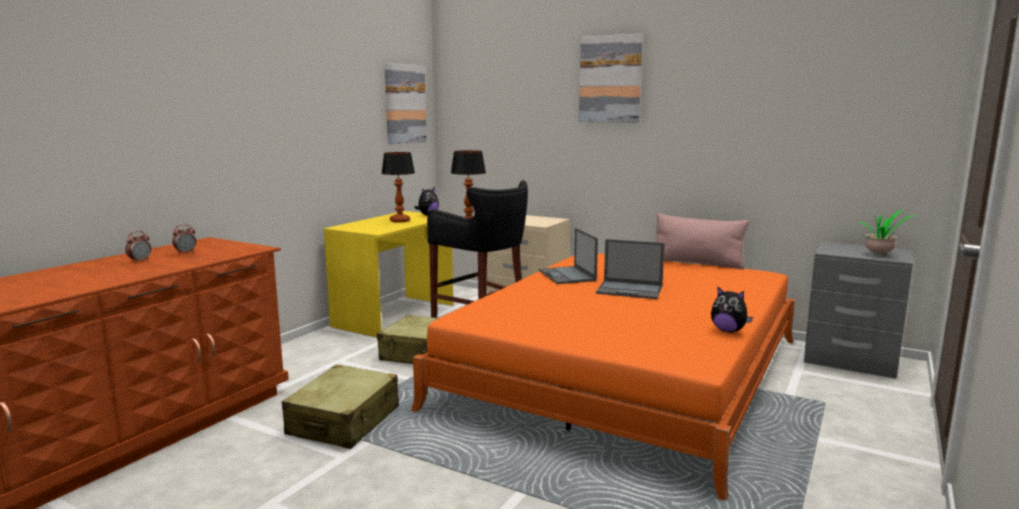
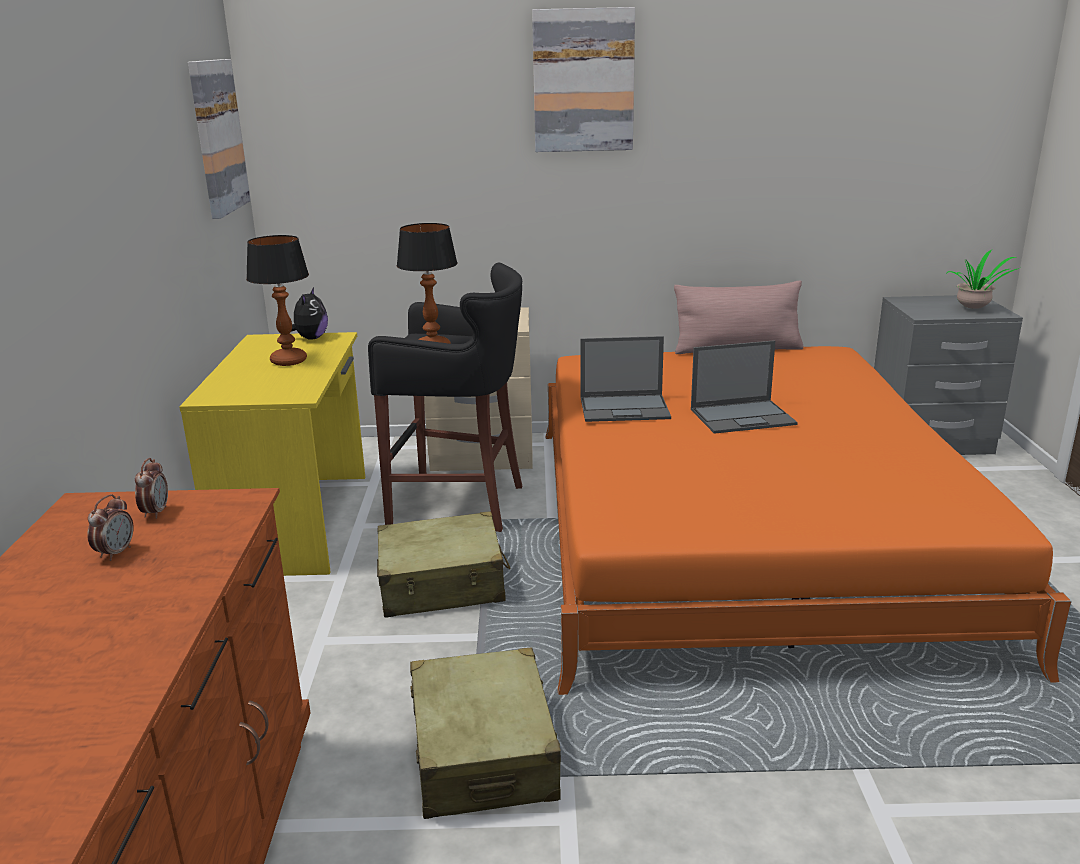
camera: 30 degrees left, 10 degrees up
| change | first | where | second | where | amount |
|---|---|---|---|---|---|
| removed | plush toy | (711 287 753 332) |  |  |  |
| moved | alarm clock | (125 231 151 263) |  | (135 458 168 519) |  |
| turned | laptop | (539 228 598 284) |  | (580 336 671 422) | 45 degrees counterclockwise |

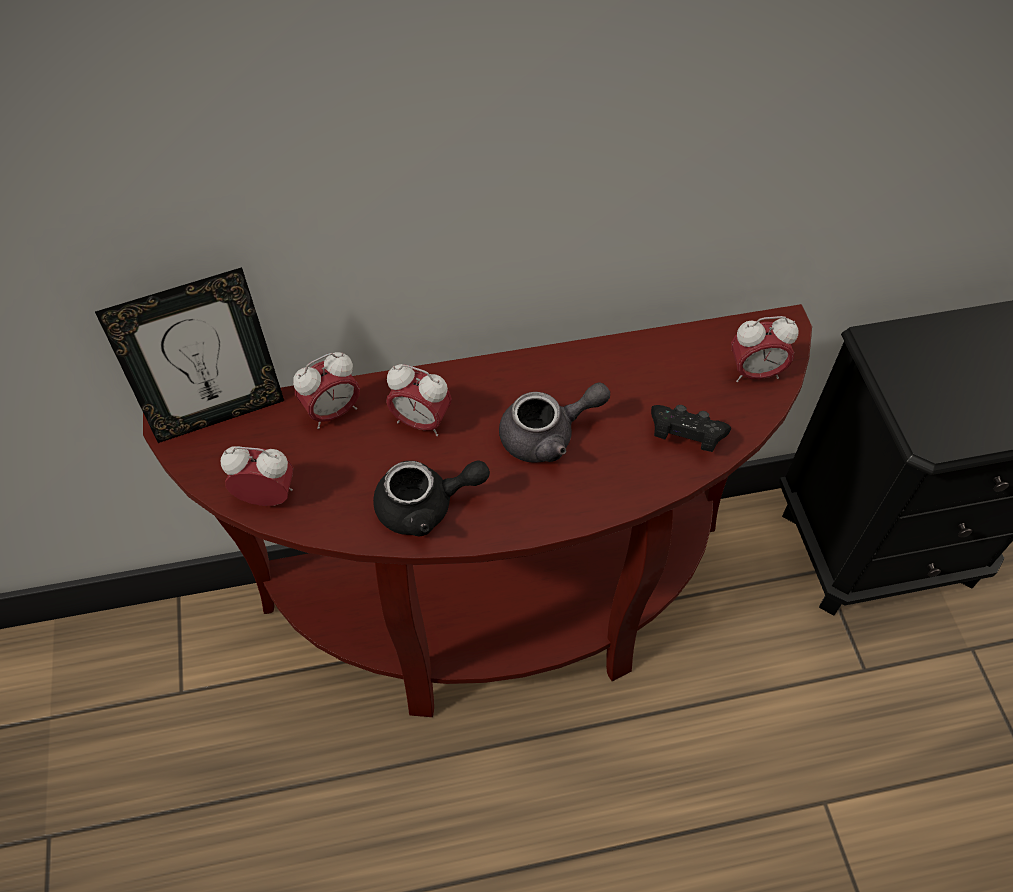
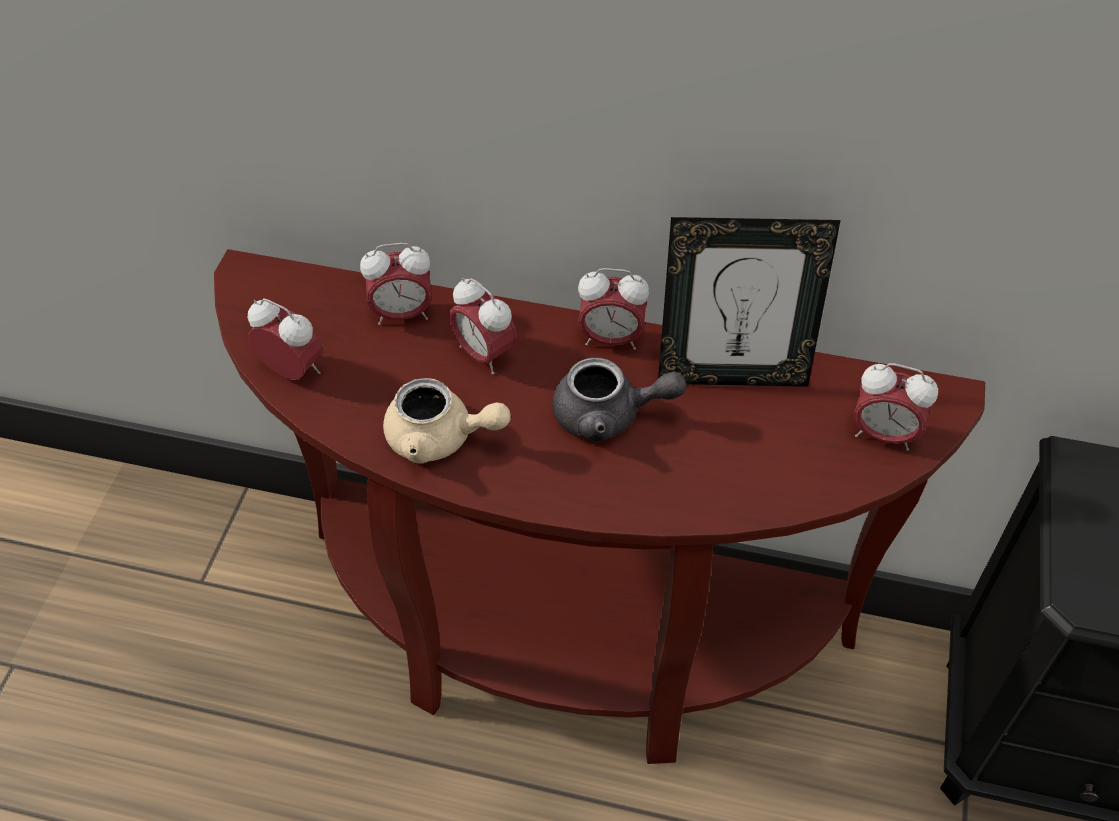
camera: 25 degrees right, 5 degrees down
| change | first | where | second | where | amount |
|---|---|---|---|---|---|
| removed | game controller (black) | (651 405 731 452) |  |  |  |
| added |  |  | alarm clock | (578 268 649 350) |  |
| moved | picture frame | (95 267 284 443) |  | (658 217 841 387) |  |
| recoloured | teapot (black) | (373 460 490 536) | teapot (beige) | (383 378 511 464) |  |

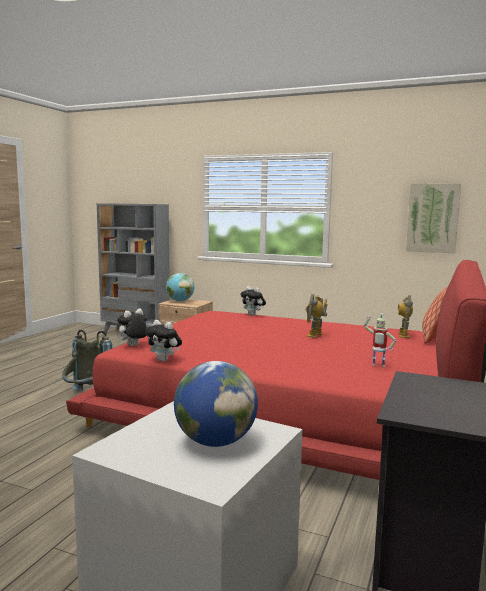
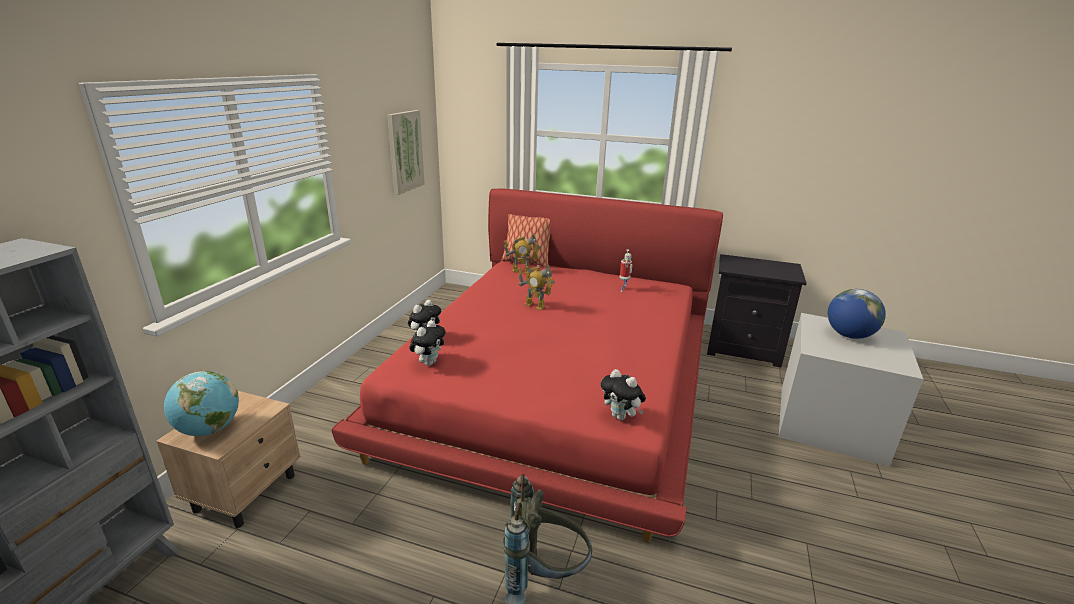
camera: 95 degrees left, 15 degrees up
| change | first | where | second | where | amount |
|---|---|---|---|---|---|
| moved | plush toy | (145 320 182 362) |  | (409 320 446 366) |  |

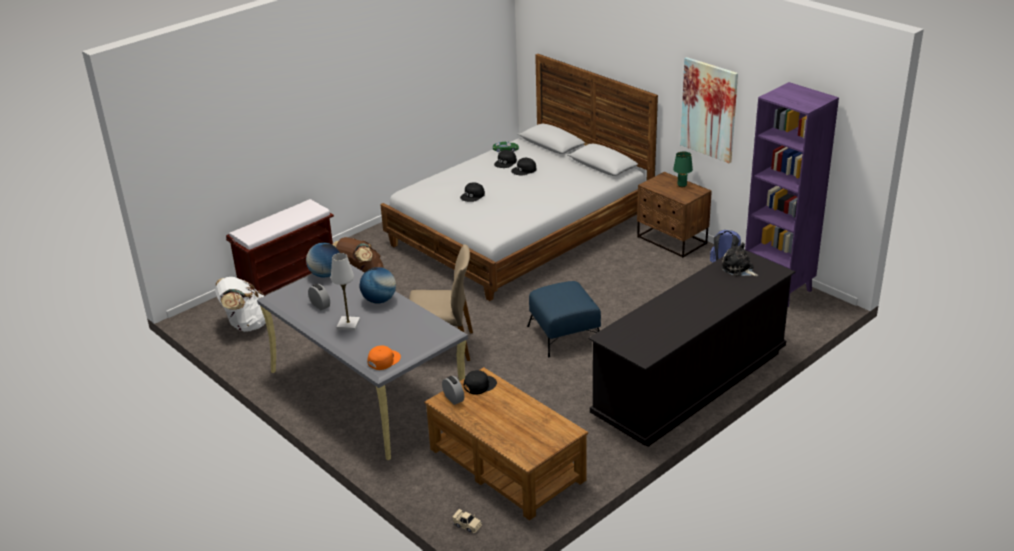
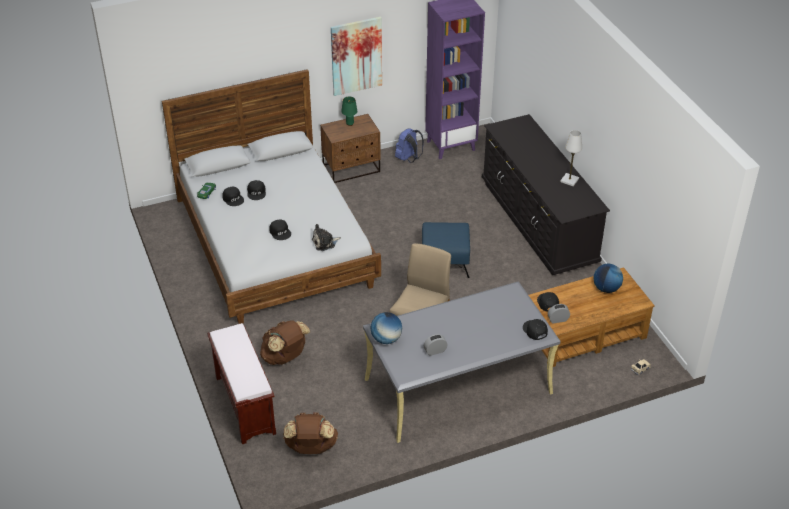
camera: 70 degrees left, 10 degrees up
| change | first | where | second | where | amount |
|---|---|---|---|---|---|
| moved | table lamp (white) | (331 253 360 331) |  | (560 130 582 186) |  |
| moved | globe | (359 267 396 303) |  | (593 264 623 293) |  |
| moved | plush toy | (721 242 758 276) |  | (312 224 341 251) |  |
| recoloured | backpack (white) | (215 277 266 332) | backpack (brown) | (283 412 338 454) |  |
| recoloured | cap (orange) | (368 345 401 370) | cap (black) | (523 319 548 340) |  |

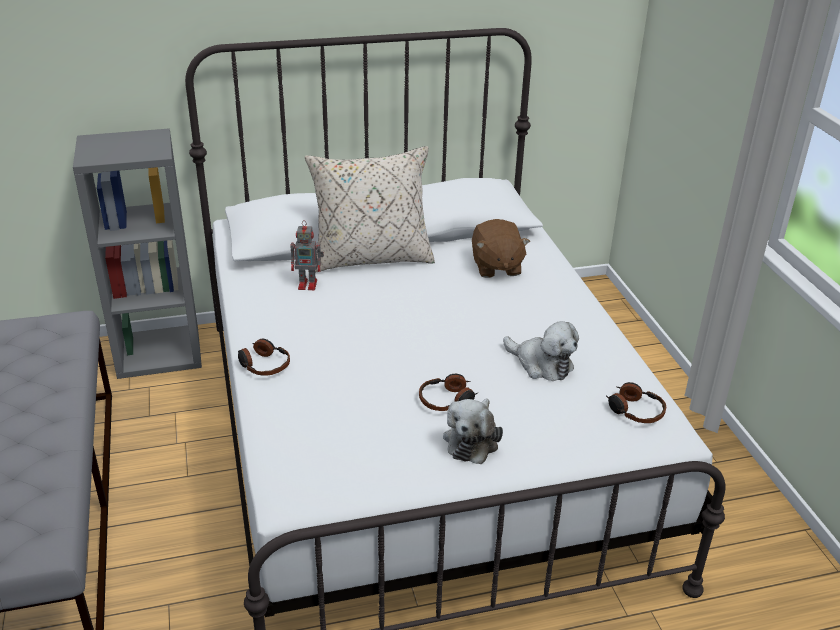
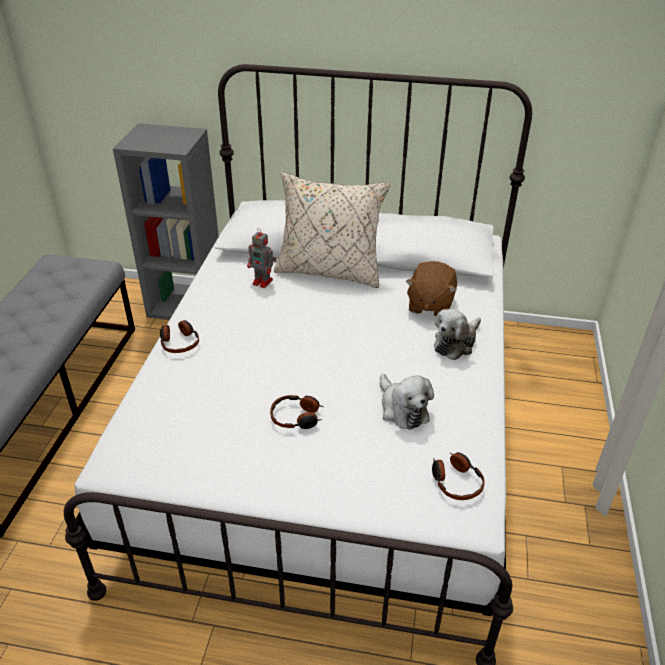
camera: 25 degrees right, 5 degrees up
| change | first | where | second | where | amount |
|---|---|---|---|---|---|
| moved | plush toy | (443 398 503 464) |  | (434 309 481 360) |  |

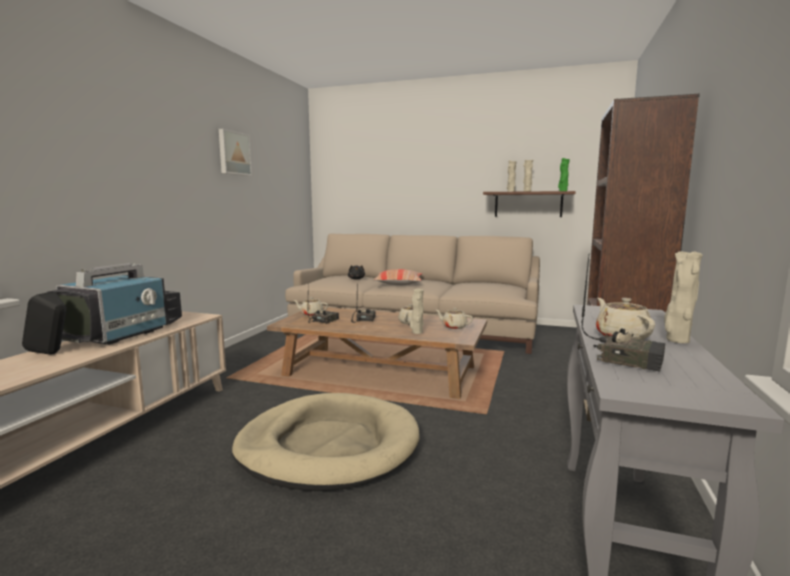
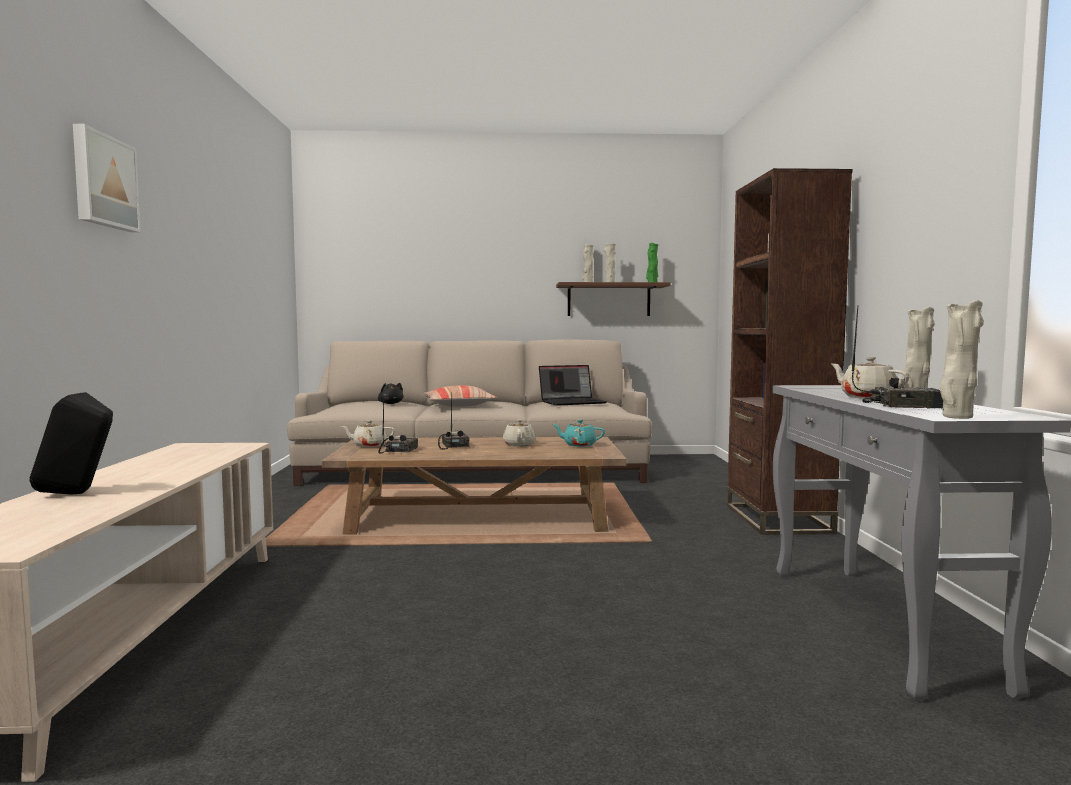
camera: 20 degrees left, 5 degrees down
| change | first | where | second | where | amount |
|---|---|---|---|---|---|
| removed | television | (47 263 182 345) |  |  |  |
| removed | dog bed (beige) | (232 393 420 491) |  |  |  |
| added |  |  | laptop | (539 365 607 406) |  |
| moved | picture | (219 129 252 176) |  | (73 124 141 232) |  |
| moved | vase (beige) | (410 288 424 334) |  | (940 300 984 419) |  |
| recoloured | teapot (beige) | (436 308 473 329) | teapot (turquoise) | (554 420 605 447) |  |

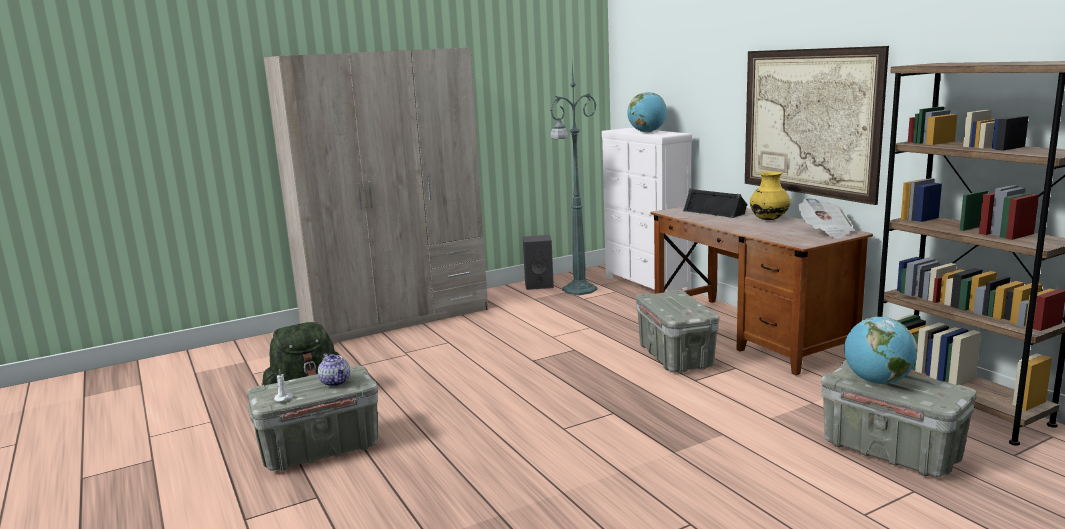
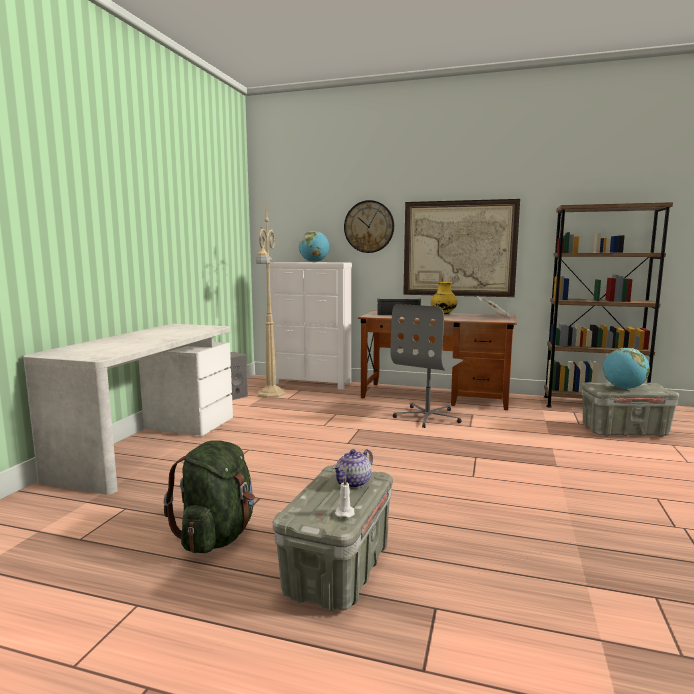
camera: 45 degrees left, 5 degrees down
| change | first | where | second | where | amount |
|---|---|---|---|---|---|
| added |  |  | wall clock | (344 200 394 253) |  |
| replaced | wardrobe (beige) | (264 47 488 343) | desk (white) | (23 324 233 495) |  |
| replaced | storage box (grey) | (635 290 720 373) | office chair (grey) | (390 304 464 428) |  |
| recoloured | floor lamp (green) | (550 64 598 295) | floor lamp (beige) | (256 205 285 398) |  |
| turned | teapot | (318 354 350 387) |  | (333 449 373 488) | 120 degrees clockwise |

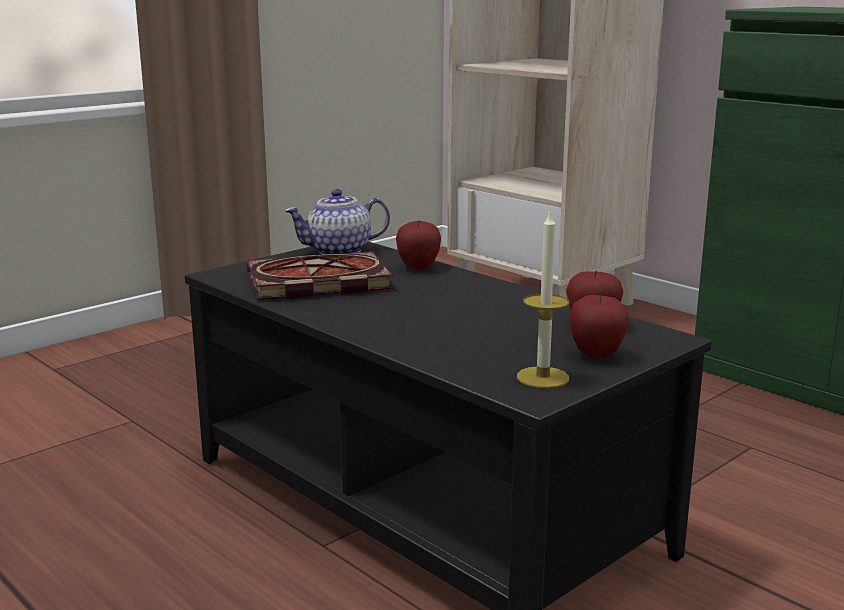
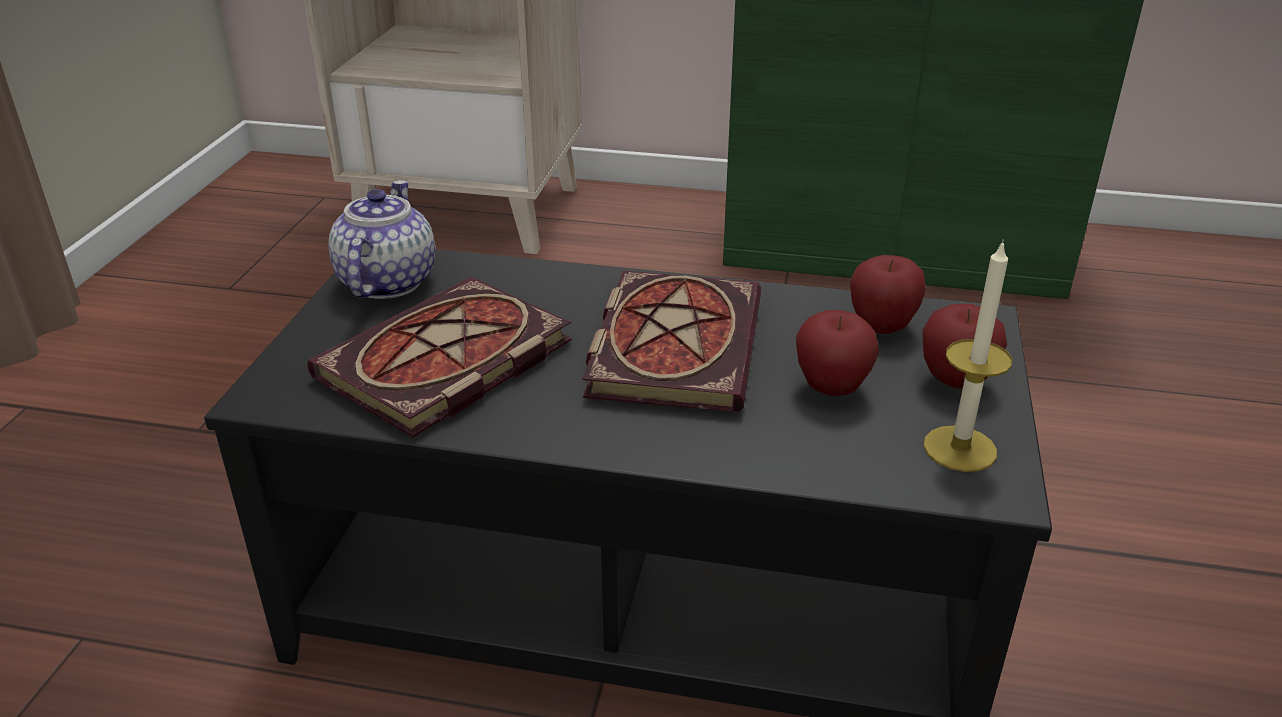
camera: 35 degrees left, 15 degrees up
| change | first | where | second | where | amount |
|---|---|---|---|---|---|
| added |  |  | book | (582 271 761 412) |  |
| moved | apple | (396 220 441 269) |  | (796 310 879 396) |  |
| turned | teapot | (284 189 390 255) |  | (329 180 435 299) | 150 degrees clockwise |

